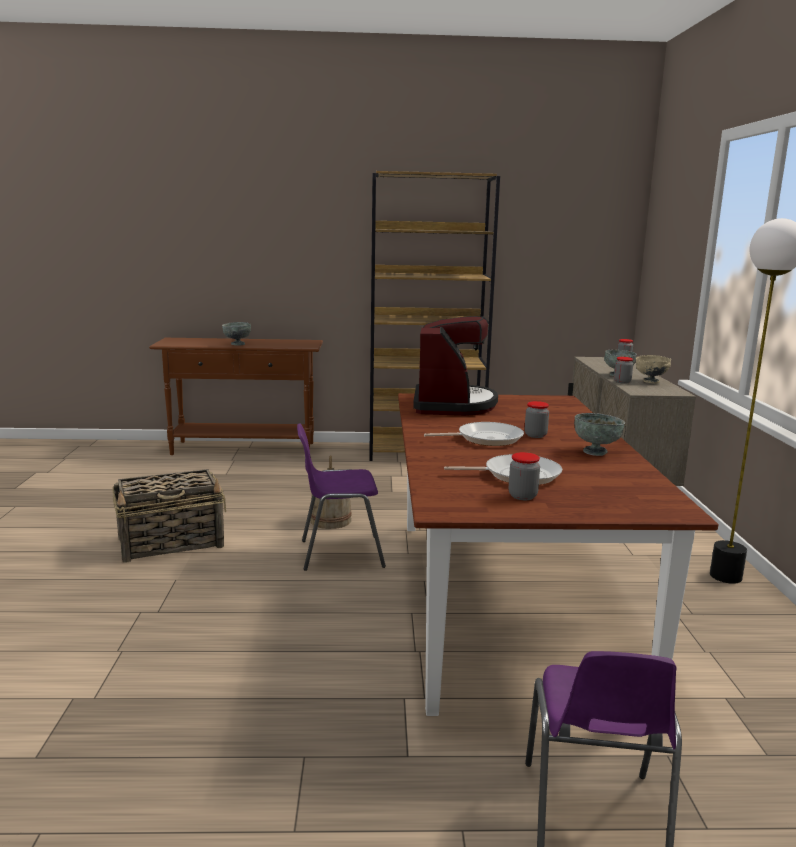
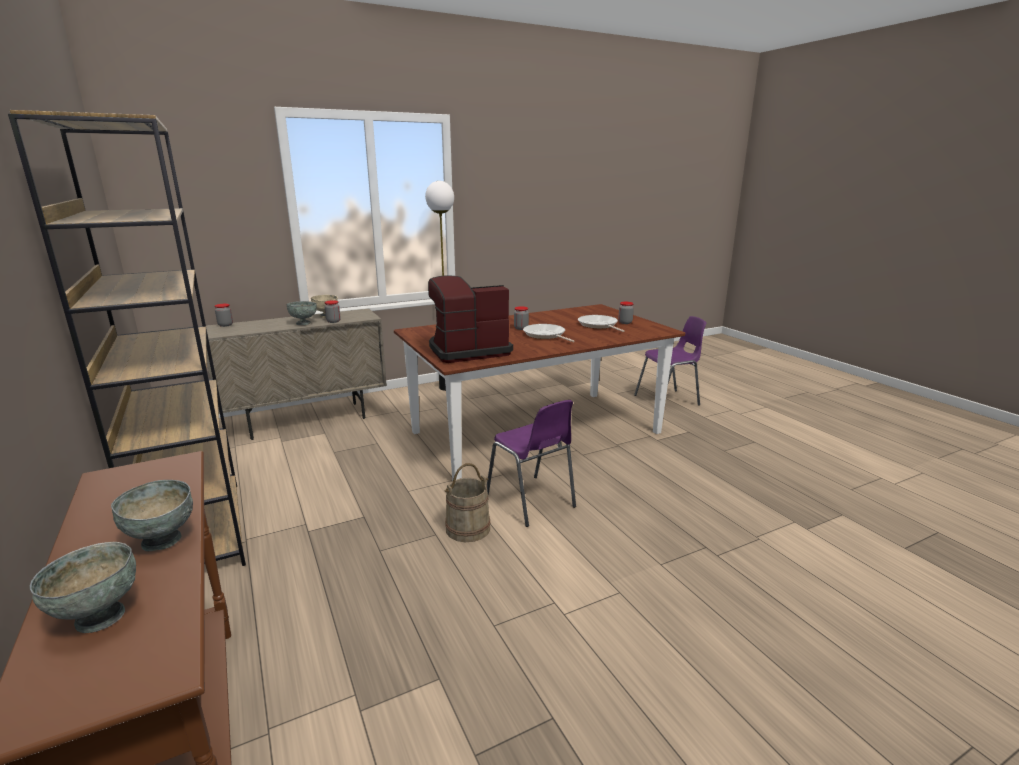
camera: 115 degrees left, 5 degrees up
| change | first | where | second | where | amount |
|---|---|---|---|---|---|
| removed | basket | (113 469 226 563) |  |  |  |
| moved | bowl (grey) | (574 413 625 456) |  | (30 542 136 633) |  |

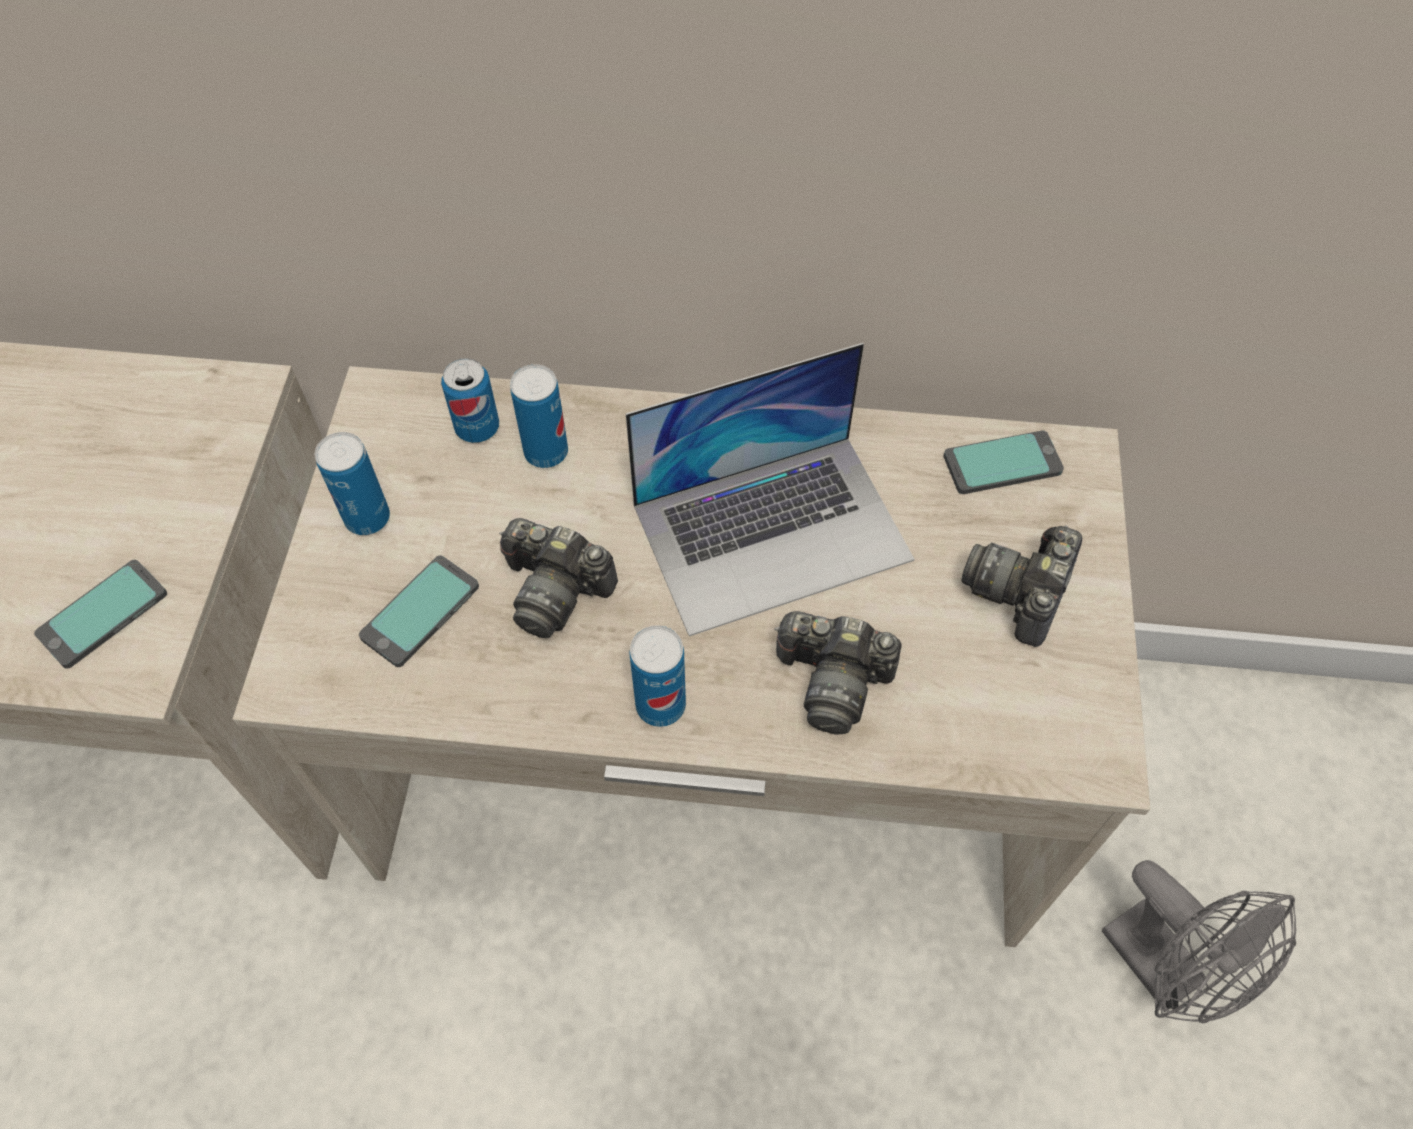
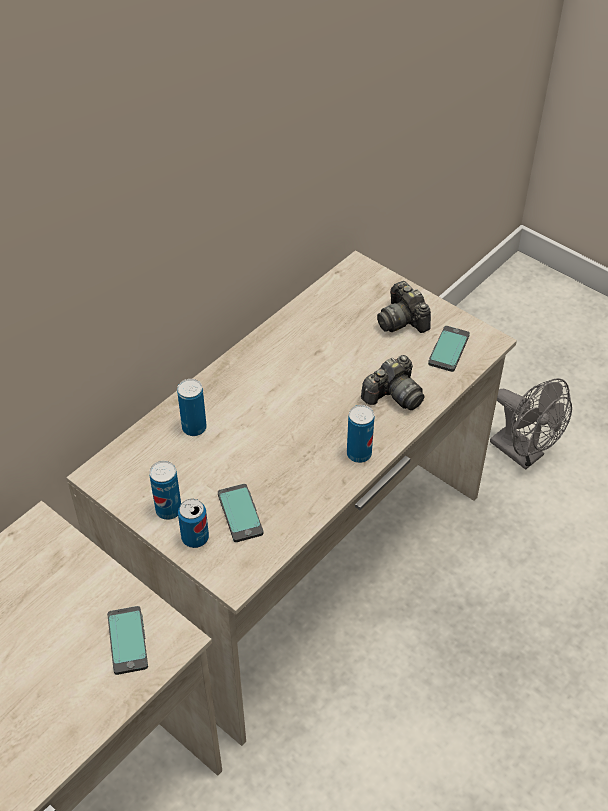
camera: 55 degrees left, 10 degrees down
| change | first | where | second | where | amount |
|---|---|---|---|---|---|
| removed | photo camera | (499 518 618 638) |  |  |  |
| removed | laptop | (626 343 915 636) |  |  |  |
| moved | can | (441 358 499 443) |  | (178 499 209 548) |  |
| moved | phone | (943 430 1064 494) |  | (428 326 470 372) |  |
| turned | fan (grey) | (1102 860 1296 1023) |  | (490 378 572 470) | 45 degrees clockwise |

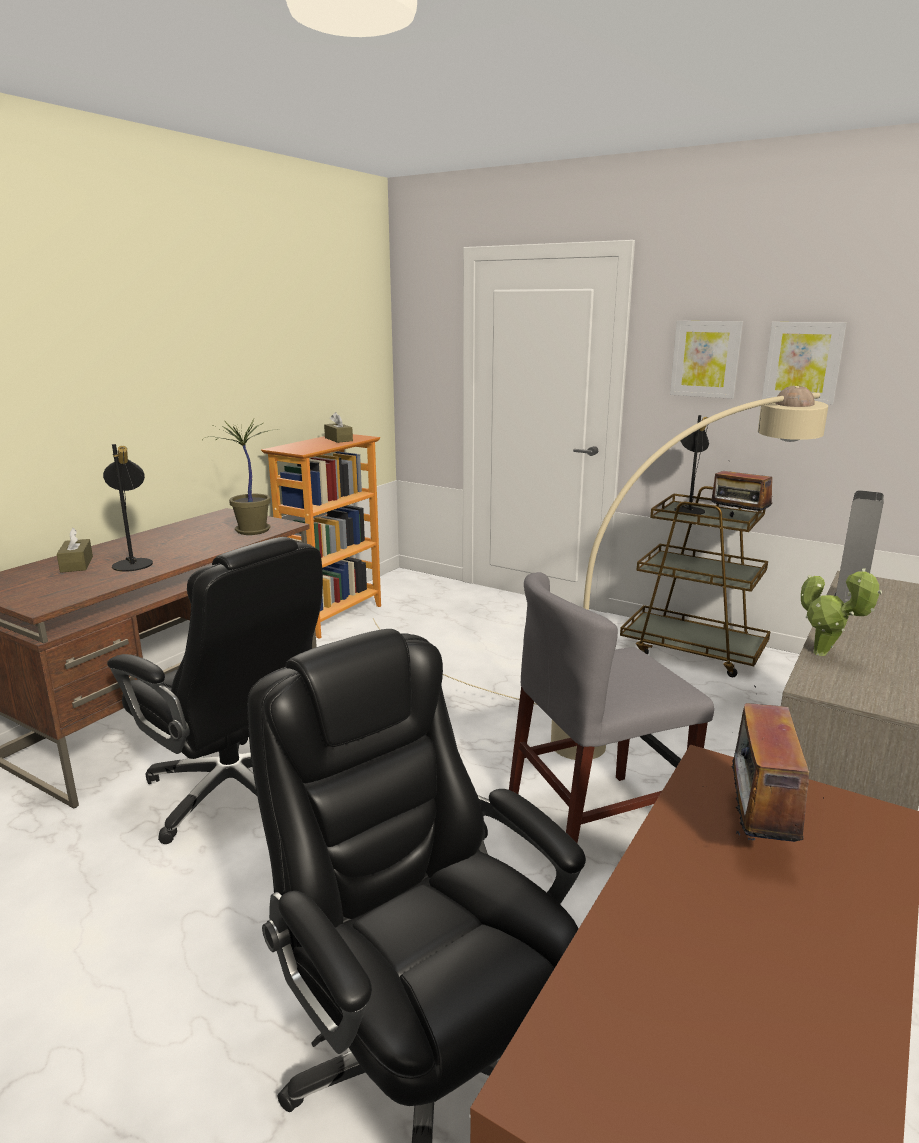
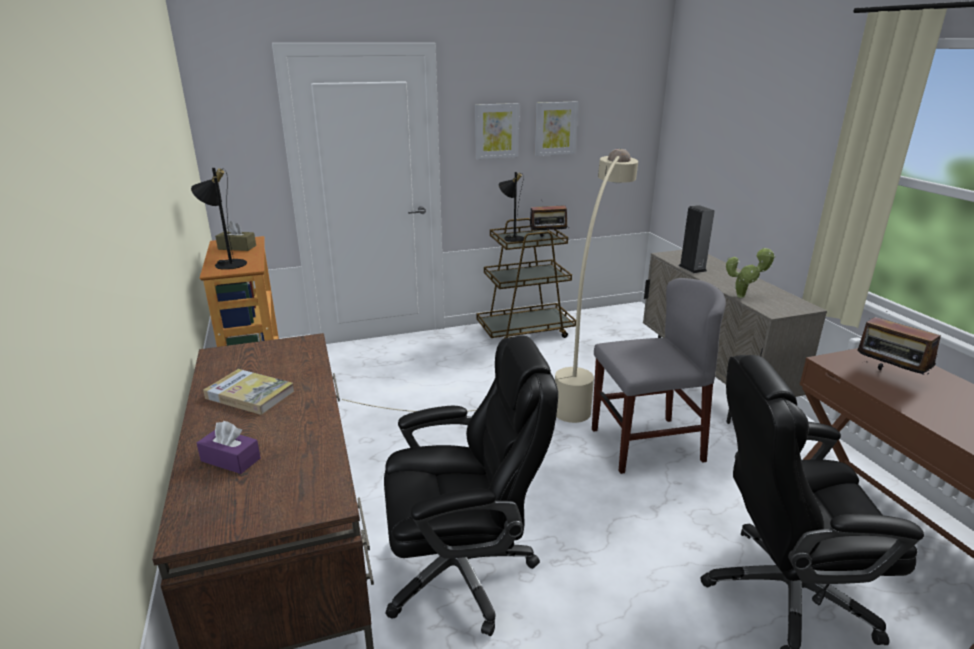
camera: 50 degrees left, 5 degrees up
| change | first | where | second | where | amount |
|---|---|---|---|---|---|
| removed | potted plant | (205 419 279 535) |  |  |  |
| added |  |  | book | (203 369 295 415) |  |
| moved | table lamp (black) | (103 444 153 572) |  | (191 168 247 270) |  |
| recoloured | tissue box (brown) | (57 528 93 573) | tissue box (purple) | (197 421 261 474) |  |
| turned | chair (grey) | (509 572 714 843) |  | (592 278 726 474) | 120 degrees counterclockwise |

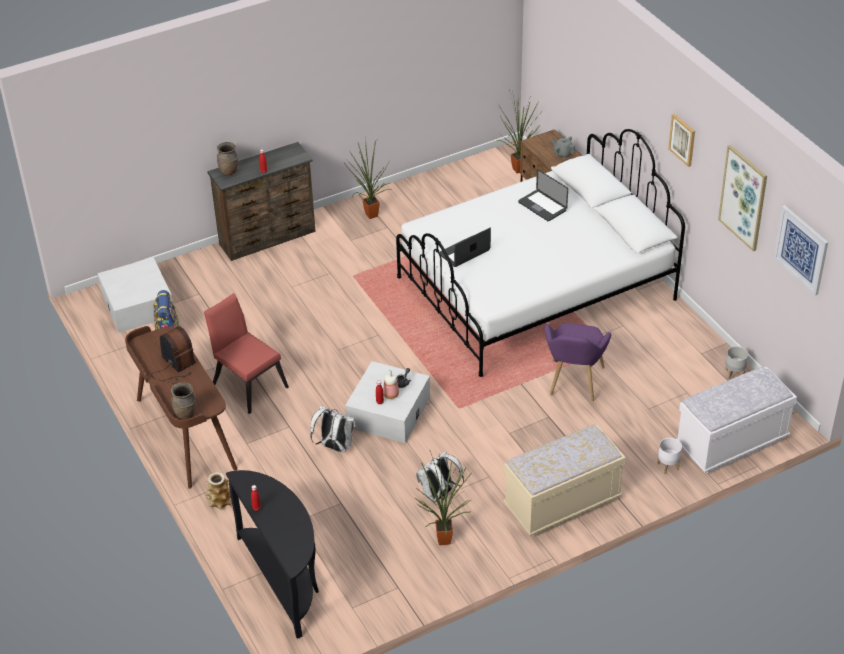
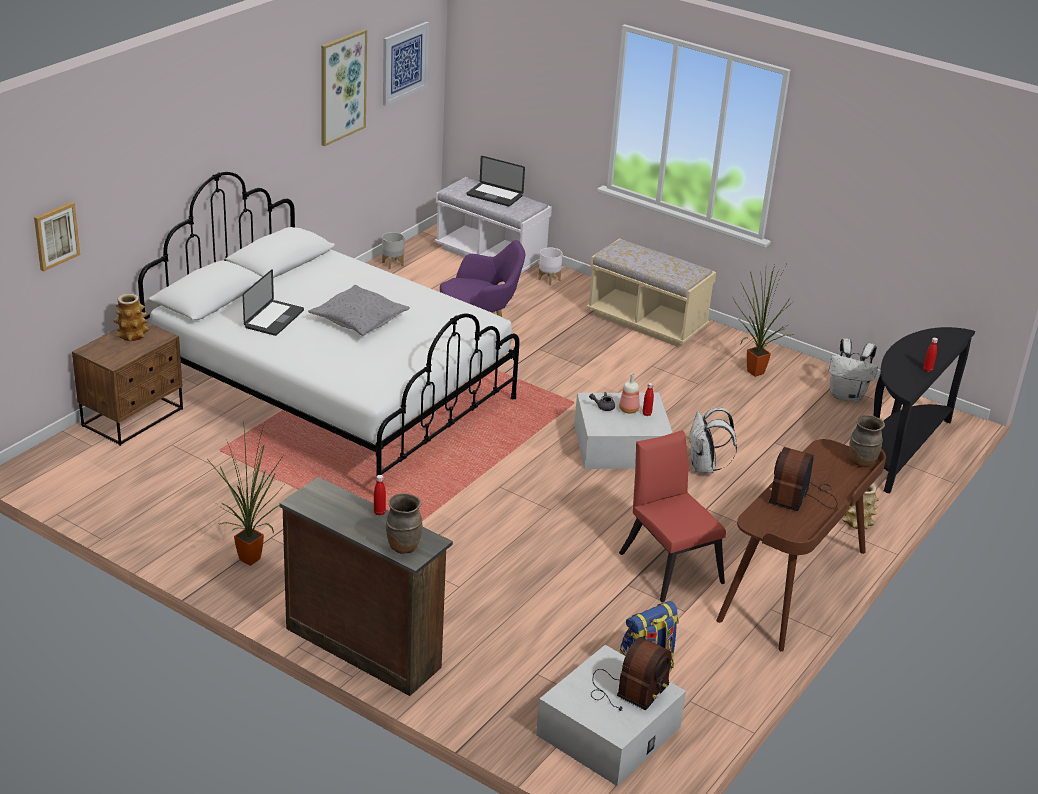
camera: 120 degrees left, 10 degrees down
| change | first | where | second | where | amount |
|---|---|---|---|---|---|
| removed | potted plant | (497 90 541 174) |  |  |  |
| added |  |  | pillow (grey) | (308 285 410 336) |  |
| added |  |  | radio | (591 637 672 711) |  |
| moved | backpack (white) | (416 451 464 503) |  | (829 338 878 402) |  |
| moved | laptop | (440 228 491 267) |  | (466 156 525 207) |  |
| moved | picture | (668 114 695 167) |  | (34 202 80 272) |  |
| replaced | teapot (grey) | (551 136 576 159) | vase | (113 294 149 341) |  |
| turned | chair (red) | (204 293 289 414) |  | (619 430 726 602) | 135 degrees clockwise |

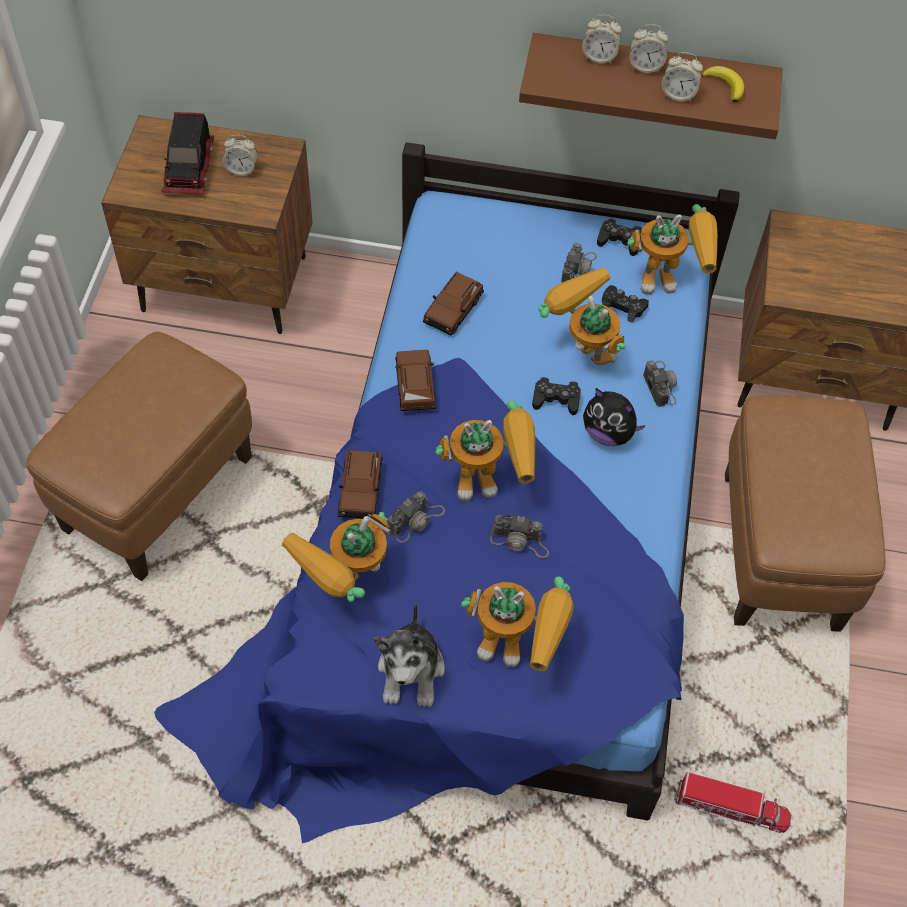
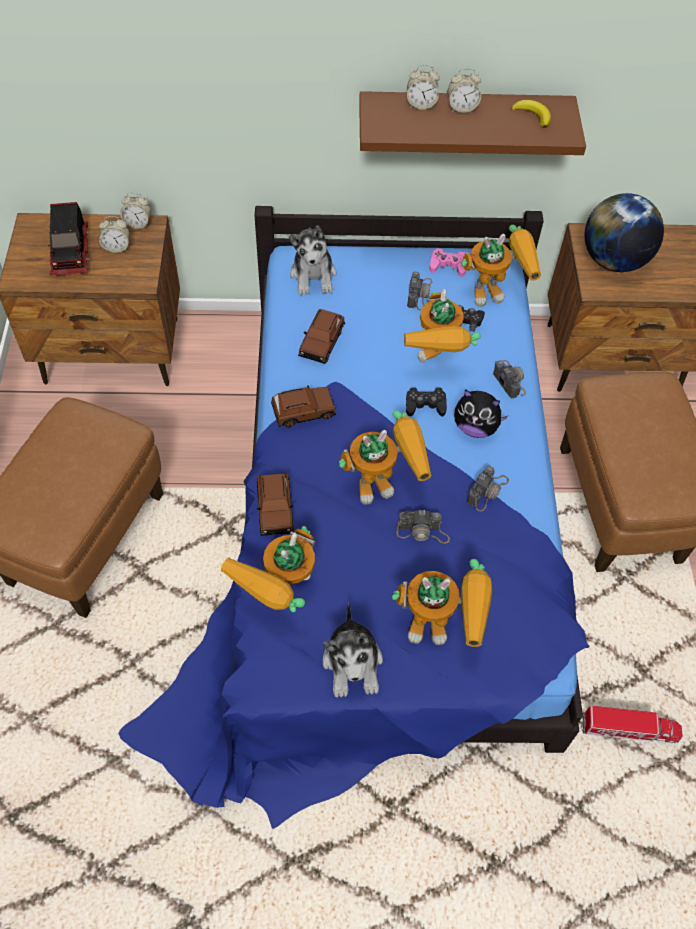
camera: 10 degrees left, 0 degrees up
| change | first | where | second | where | amount |
|---|---|---|---|---|---|
| added |  |  | plush toy | (289 225 336 295) |  |
| added |  |  | globe | (584 193 664 272) |  |
| moved | photo camera | (388 491 445 542) |  | (467 466 509 511) |  |
| moved | alarm clock | (662 52 703 102) |  | (120 192 151 229) |  |
| recoloured | game controller (black) | (597 218 642 256) | game controller (pink) | (430 248 466 277) |  |
| turned | toy car (brown) | (395 350 436 411) |  | (271 385 336 427) | 90 degrees clockwise |
| turned | toy robot | (538 267 626 365) |  | (404 289 481 363) | 135 degrees counterclockwise |

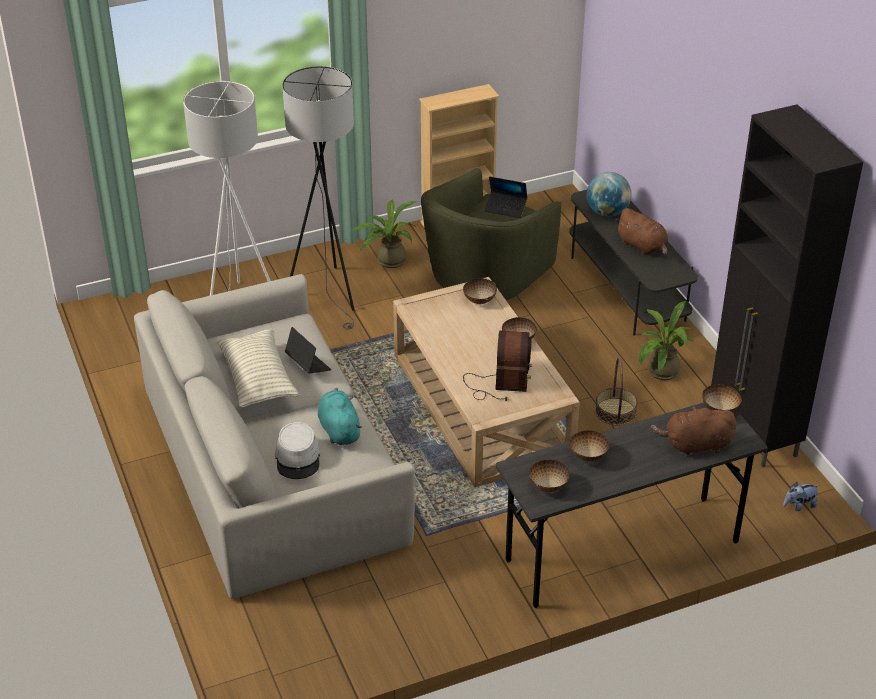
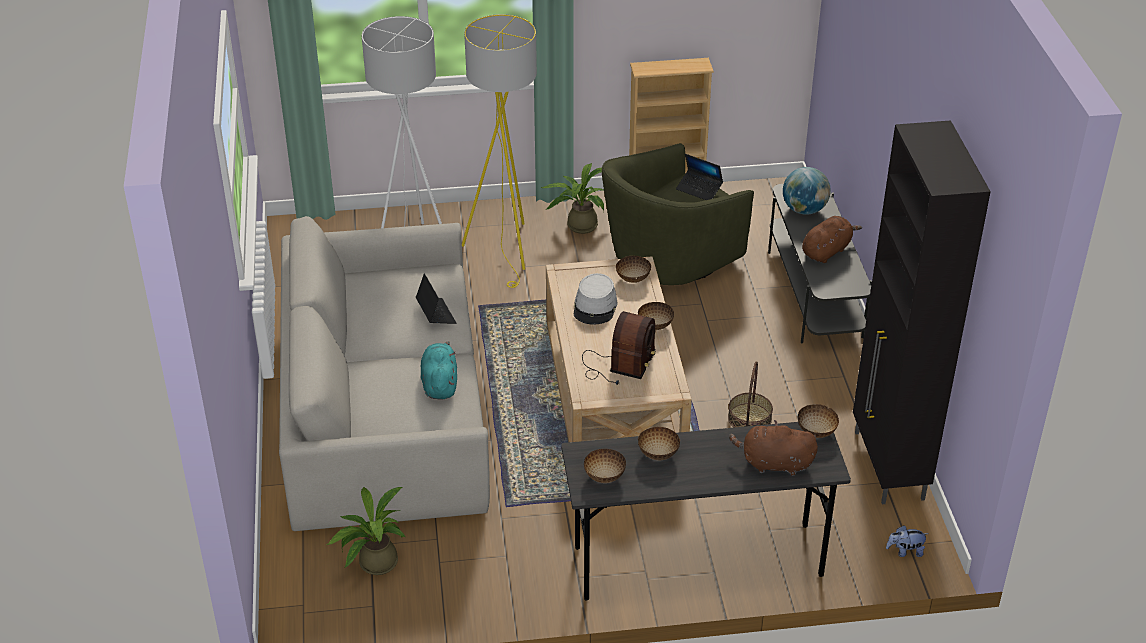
camera: 15 degrees right, 0 degrees up
| change | first | where | second | where | amount |
|---|---|---|---|---|---|
| removed | pillow | (216 328 299 407) |  |  |  |
| moved | hat (grey) | (275 422 321 479) |  | (574 273 617 325) |  |
| moved | potted plant | (639 301 694 380) |  | (326 486 405 575) |  |
| recoloured | floor lamp (grey) | (282 66 355 329) | floor lamp (yellow) | (462 14 537 288) |  |
| turned | plush toy (brown) | (616 208 668 255) |  | (802 216 862 263) | 105 degrees counterclockwise |

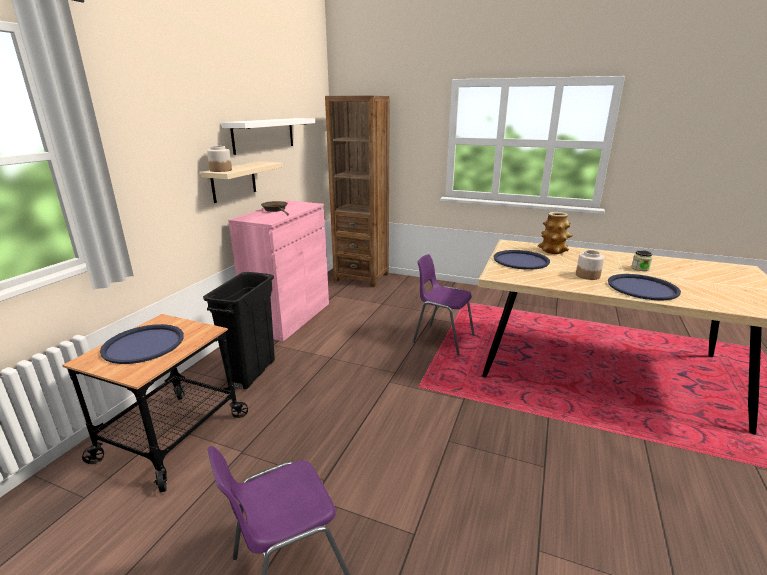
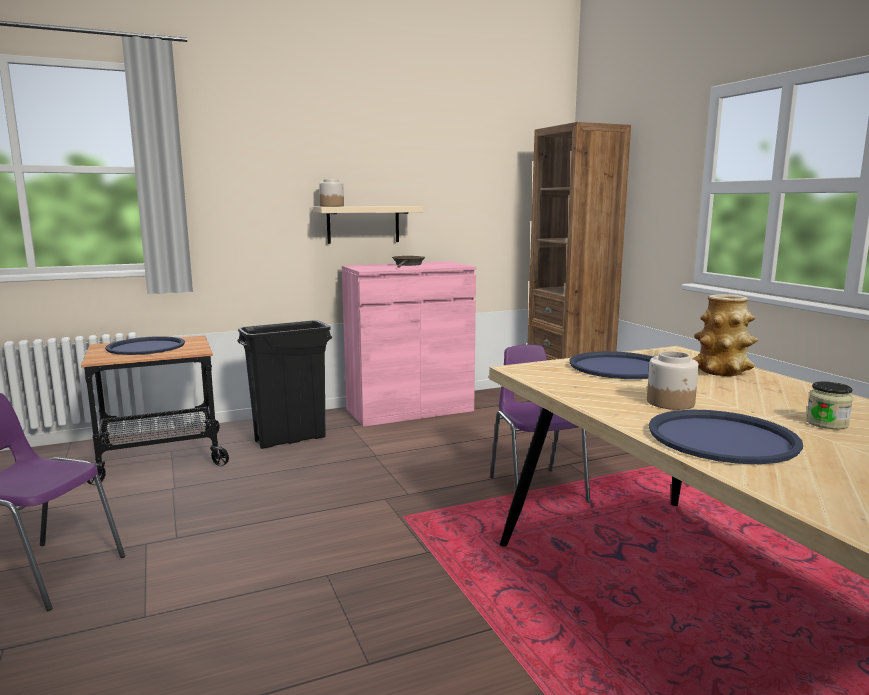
camera: 45 degrees right, 10 degrees down
| change | first | where | second | where | amount |
|---|---|---|---|---|---|
| removed | shelf (white) | (221 118 315 155) |  |  |  |

